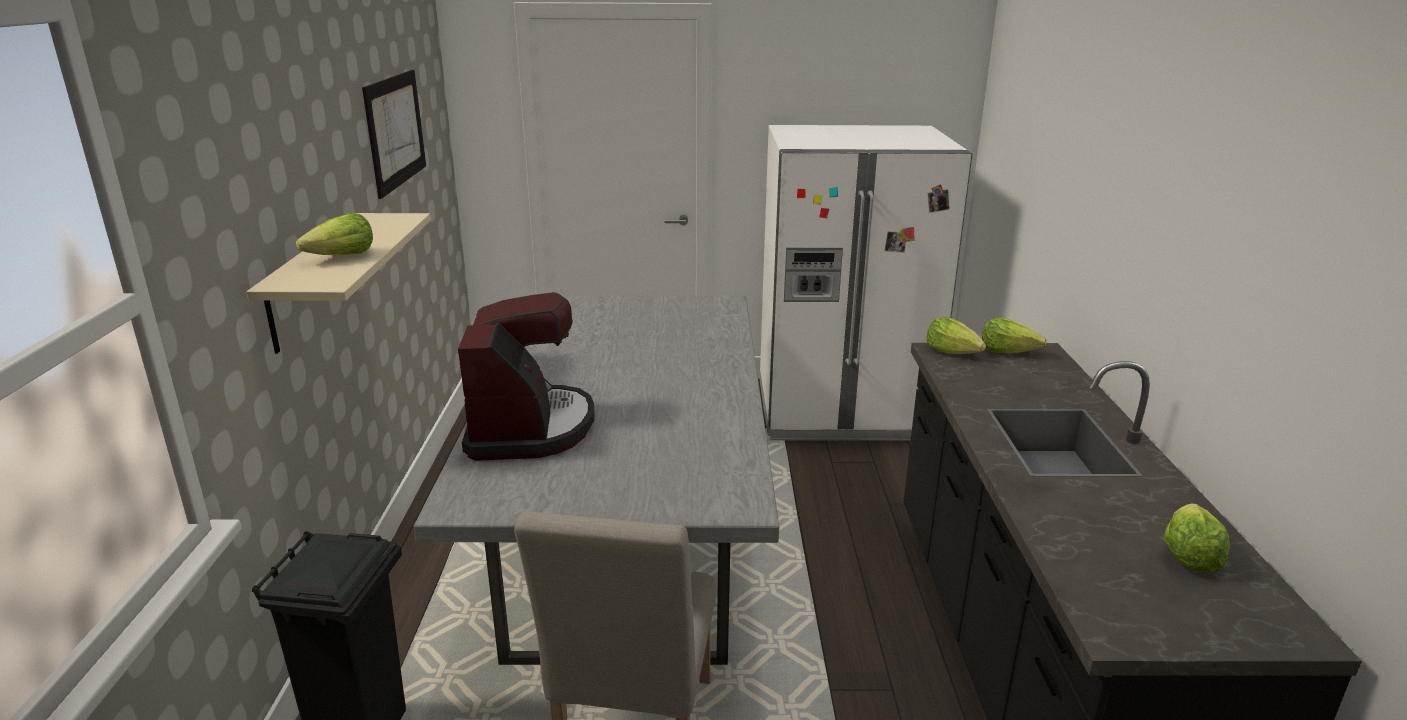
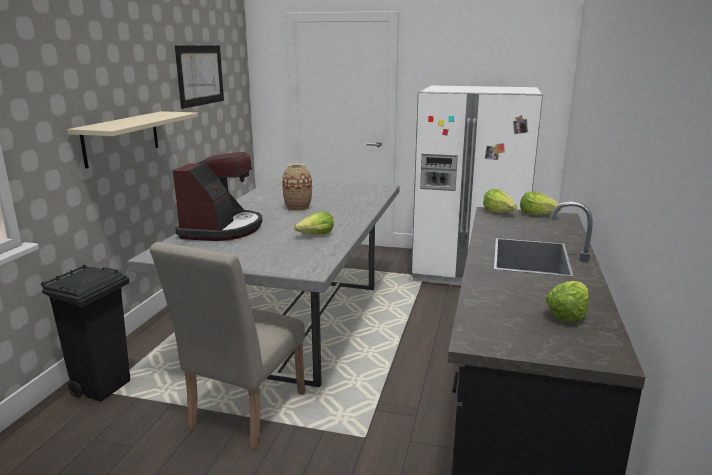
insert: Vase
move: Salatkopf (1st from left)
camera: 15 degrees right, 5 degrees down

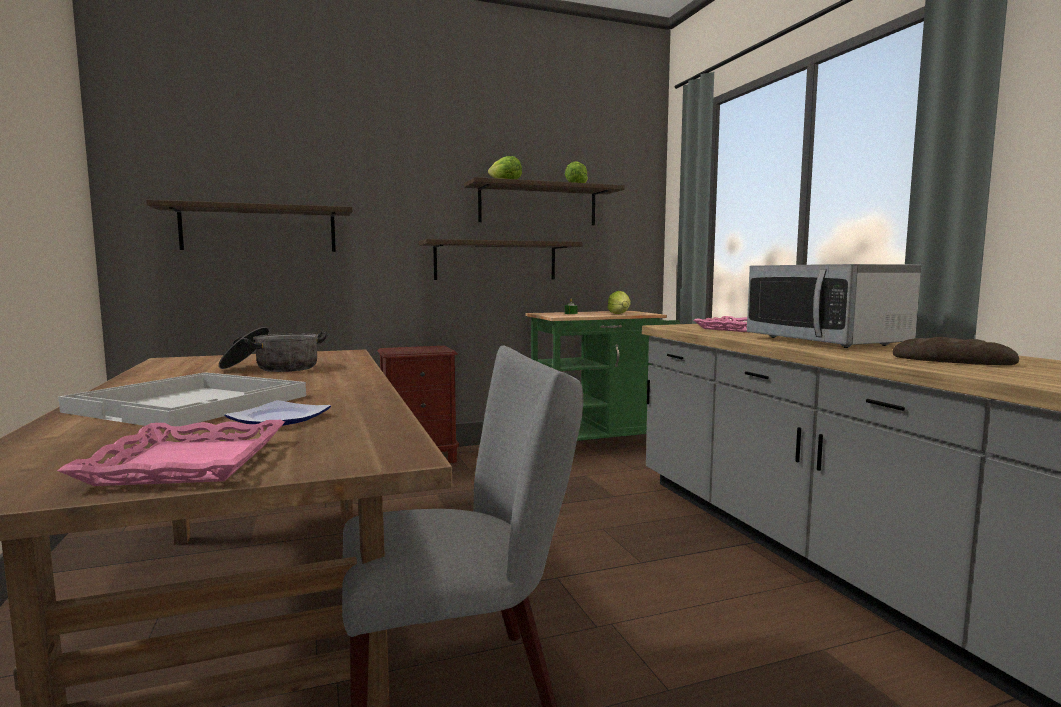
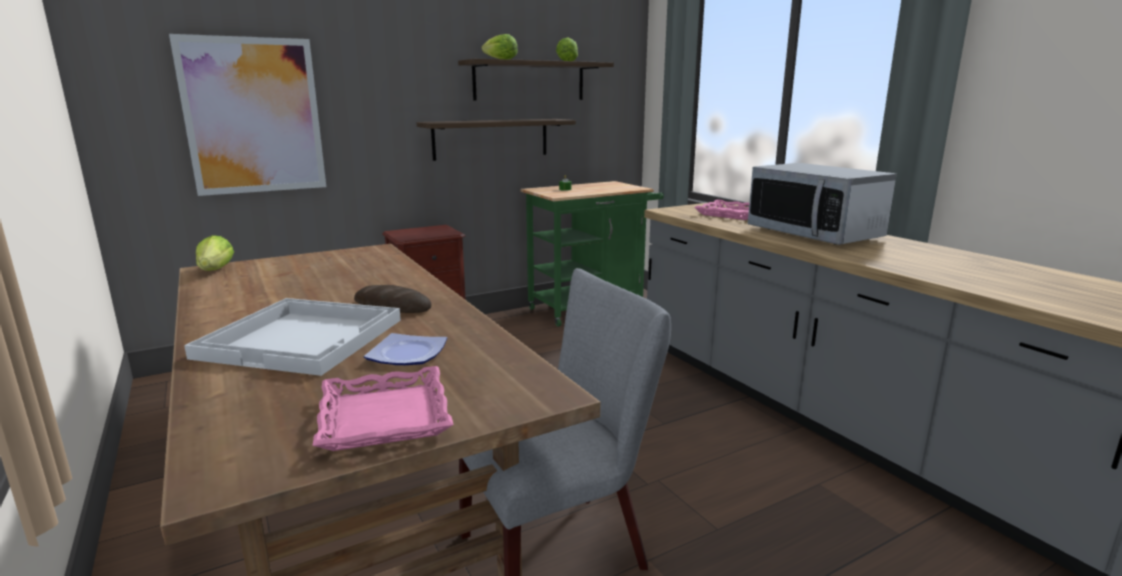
delete: Kochtopf
move: Salatkopf (3rd from left in the first image) to Salatkopf (1st from left); Brot
replace: Wandregal (1st from left) to Bild
camera: 10 degrees left, 10 degrees up

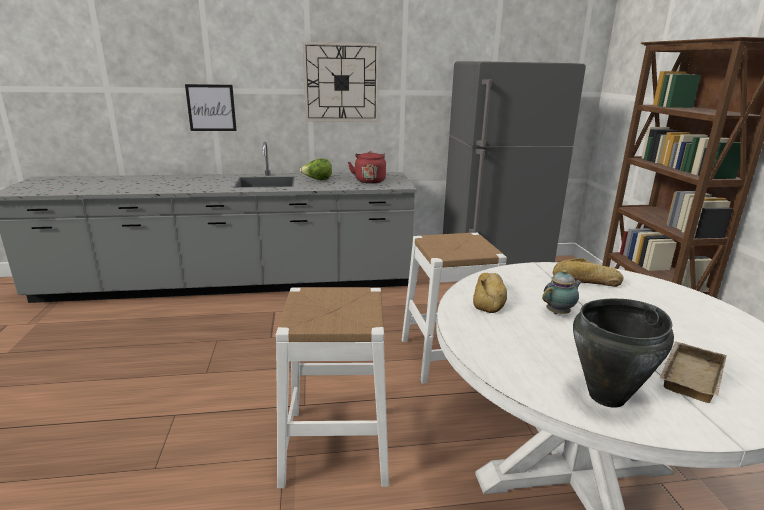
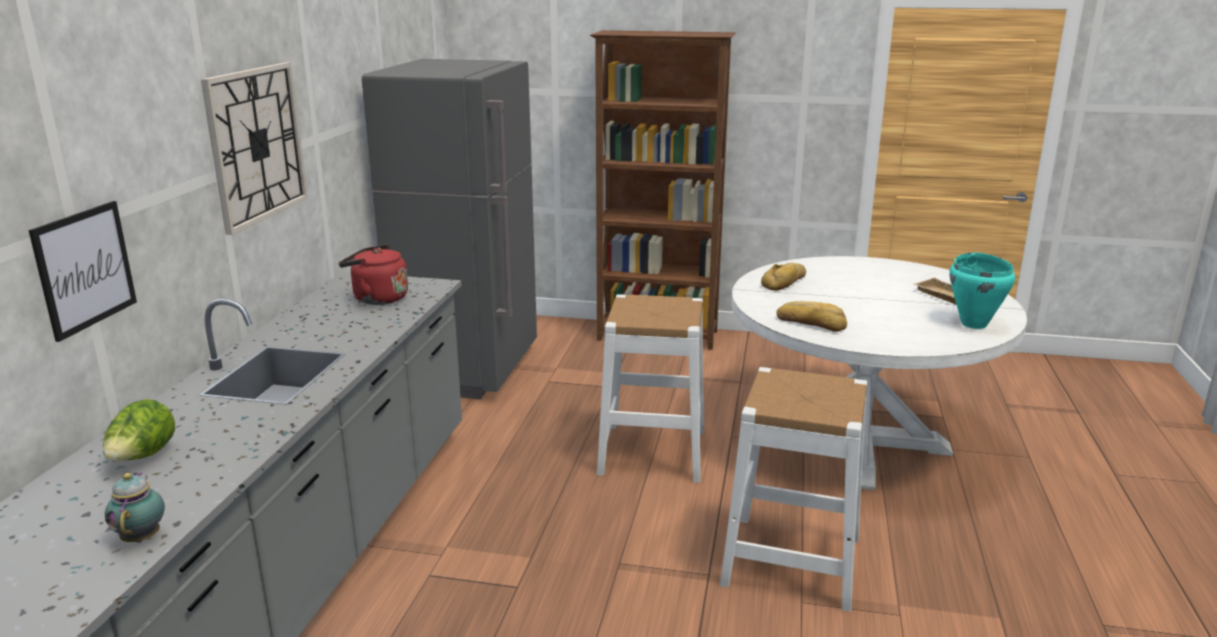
move: Salatkopf; Teekanne
recolor: Kochtopf (schwarz) to Kochtopf (türkis)
camera: 70 degrees left, 0 degrees up

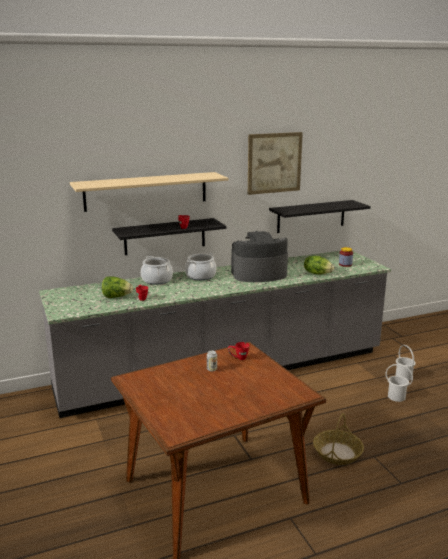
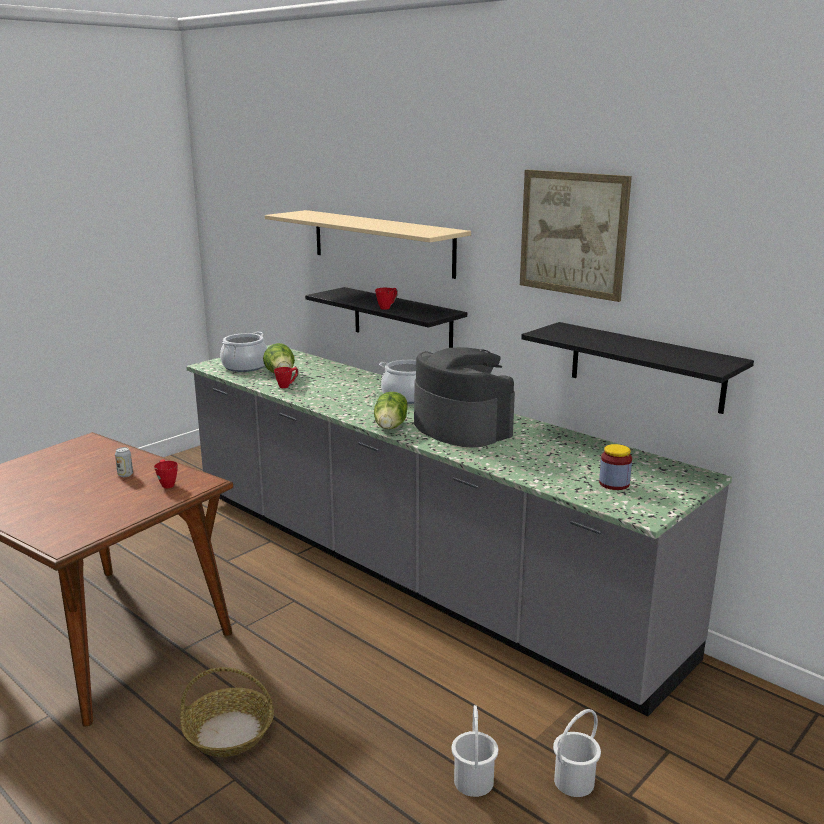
move: Kochtopf (1st from left); Salatkopf (2nd from left)
camera: 65 degrees right, 0 degrees up

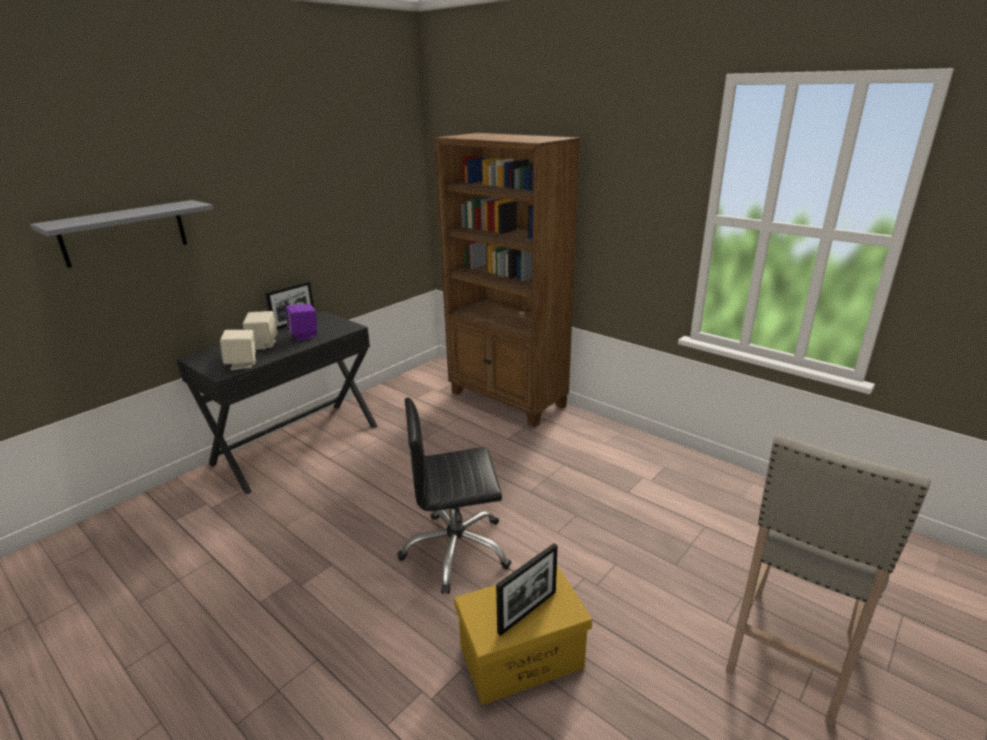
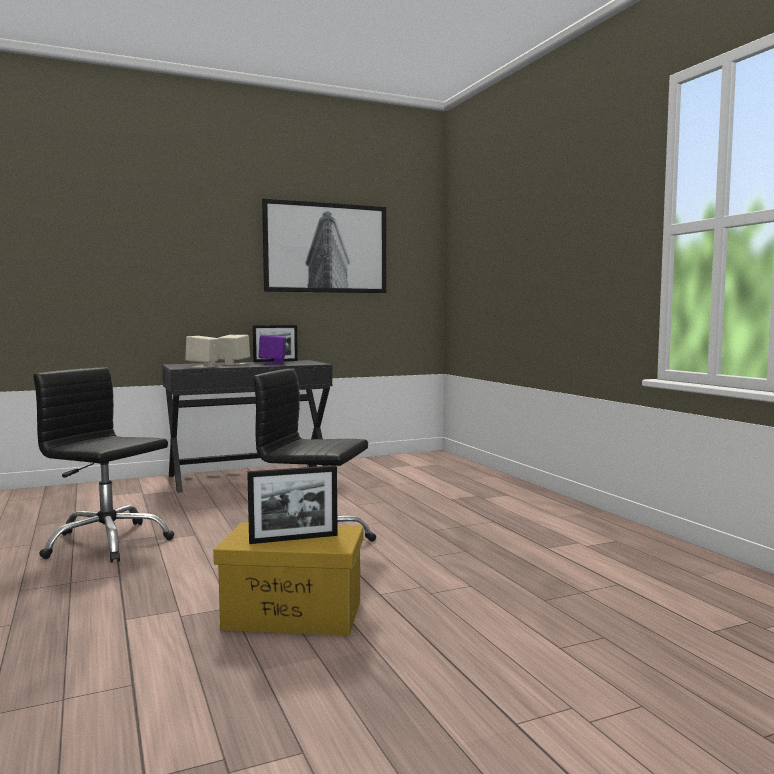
delete: Bücherregal (braun); Wandregal (grau); Hocker (beige)
insert: Bild; Bürostuhl (schwarz) (1st from left)
camera: 25 degrees right, 20 degrees down

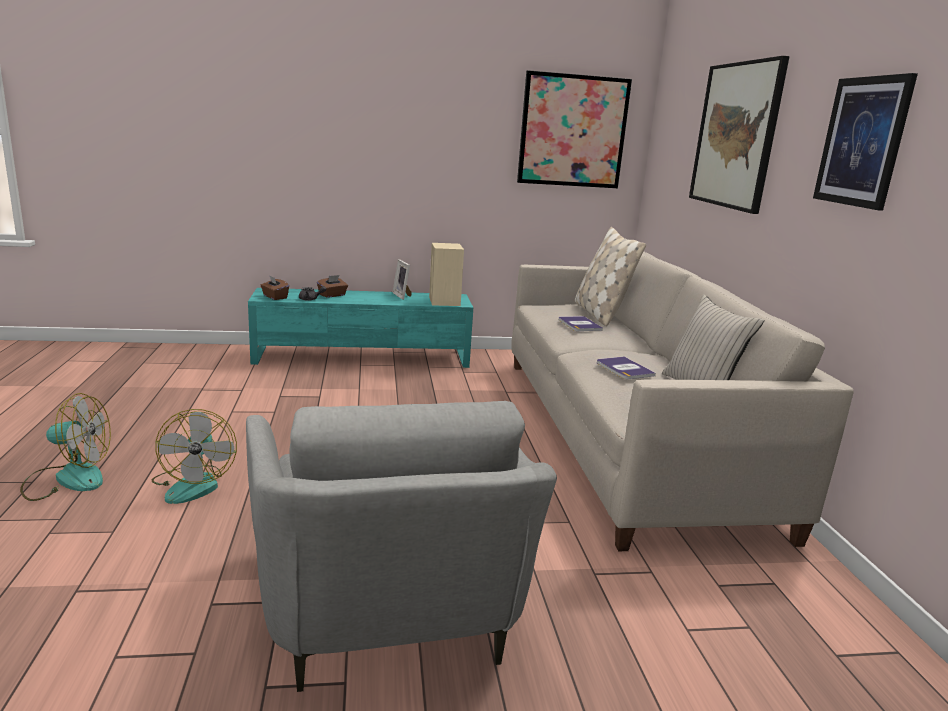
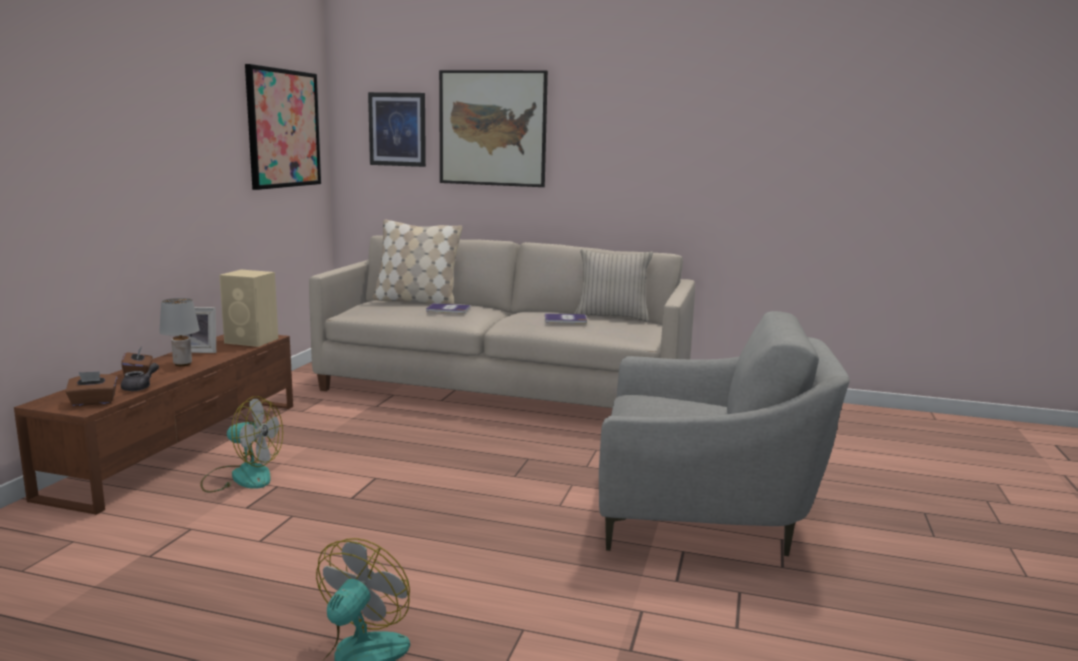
insert: Tischlampe (grau)
move: Bild (3rd from left in the first image) to Bild (2nd from left); Ventilator (2nd from left in the first image) to Ventilator (1st from left)
recolor: Fernsehschrank (türkis) to Fernsehschrank (braun)
camera: 65 degrees left, 5 degrees down

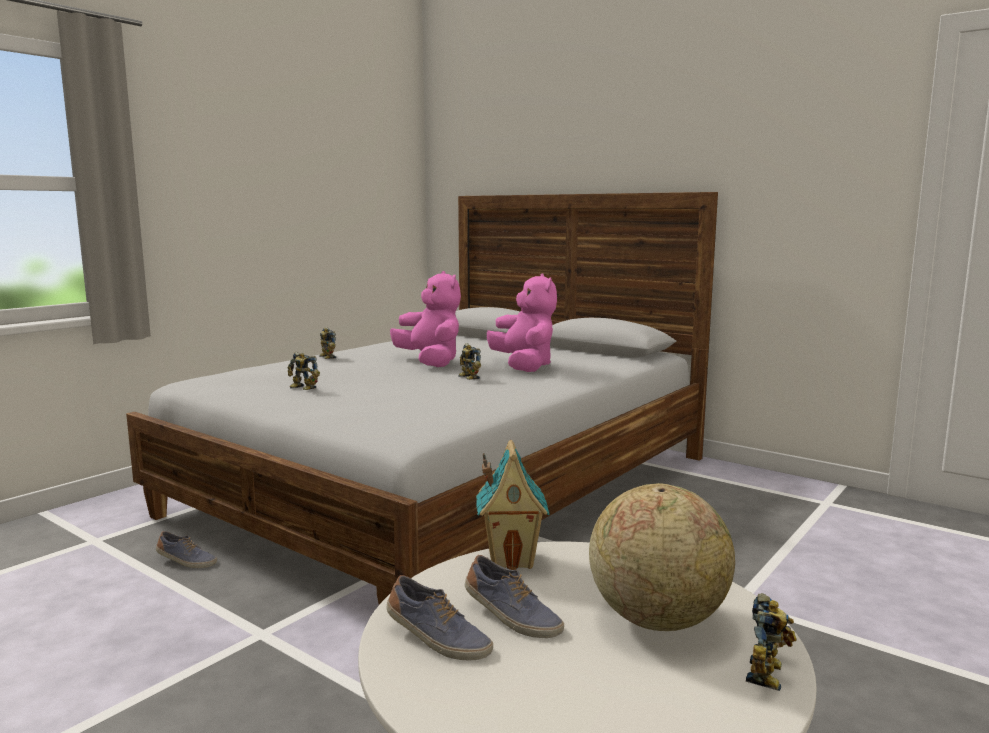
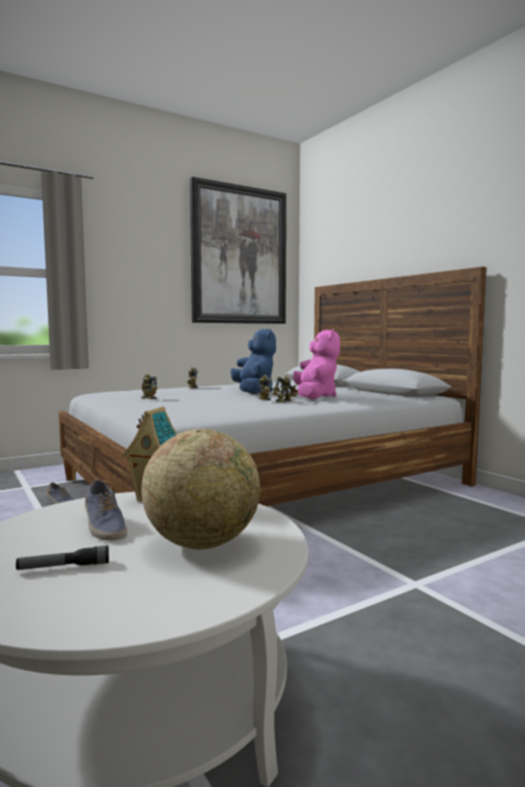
delete: Schuh (2nd from left)
insert: Bild; Taschenlampe
move: Spielzeugroboter (4th from left)
recolor: Plüschtier (rosa) (1st from left) to Plüschtier (blau)
camera: 20 degrees right, 5 degrees down

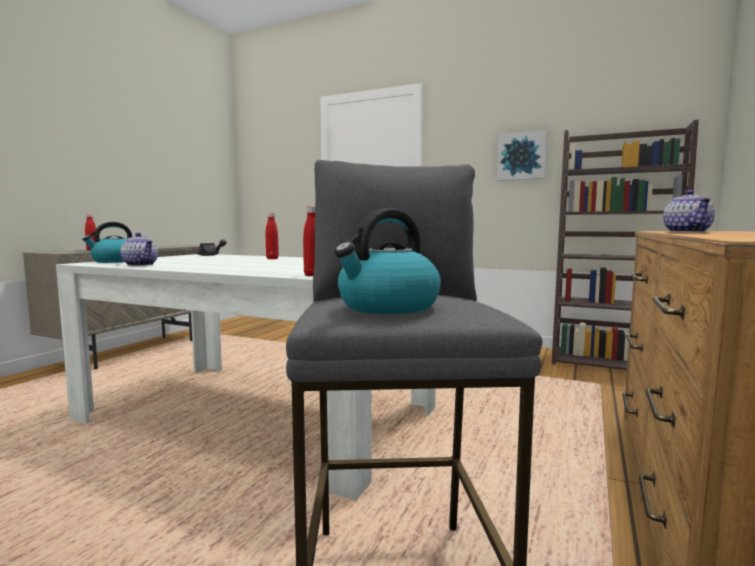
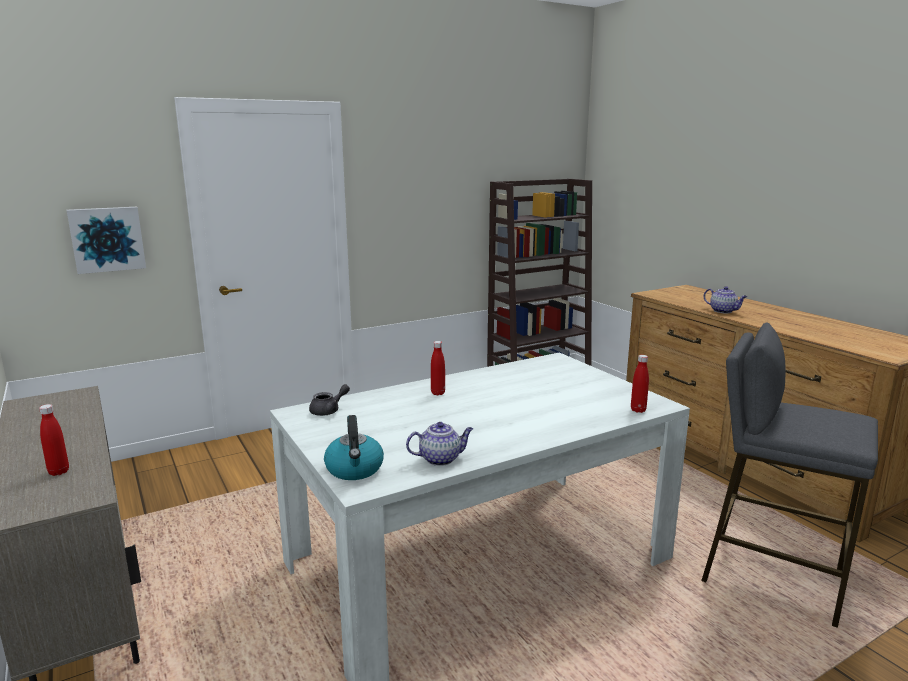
delete: Wasserkessel (2nd from left)
move: Bild
camera: 55 degrees left, 10 degrees up

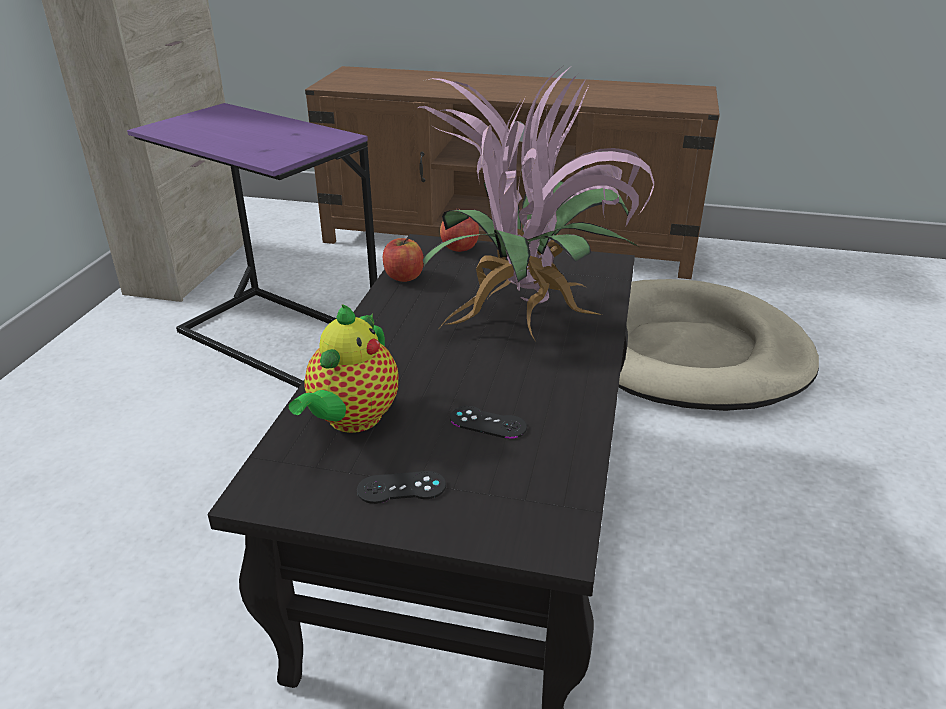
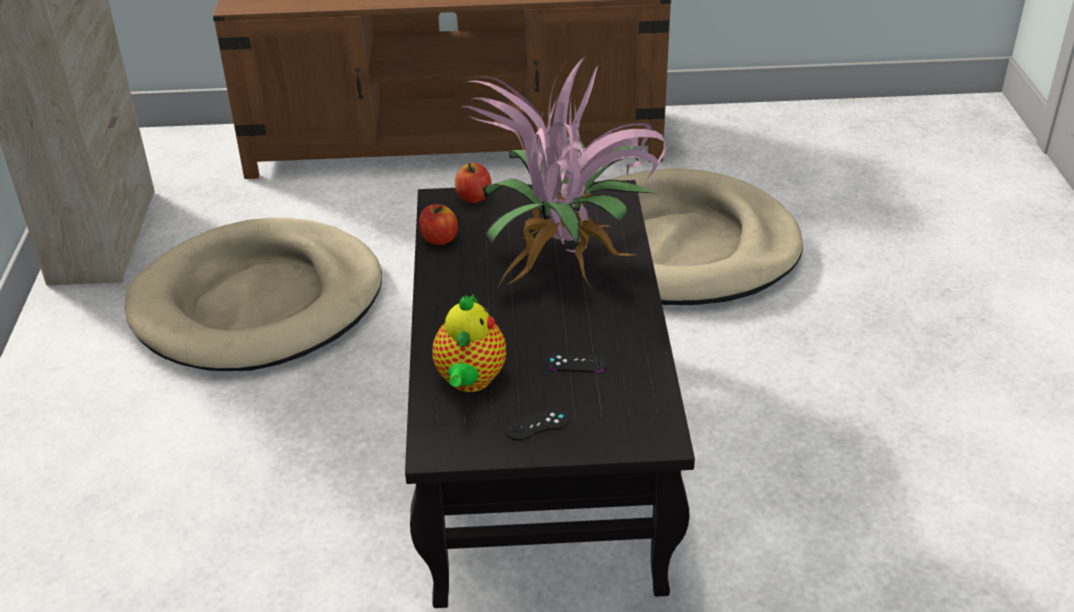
replace: Beistelltisch (lila) to Hundebett (beige) (1st from left)
camera: 15 degrees left, 5 degrees up

